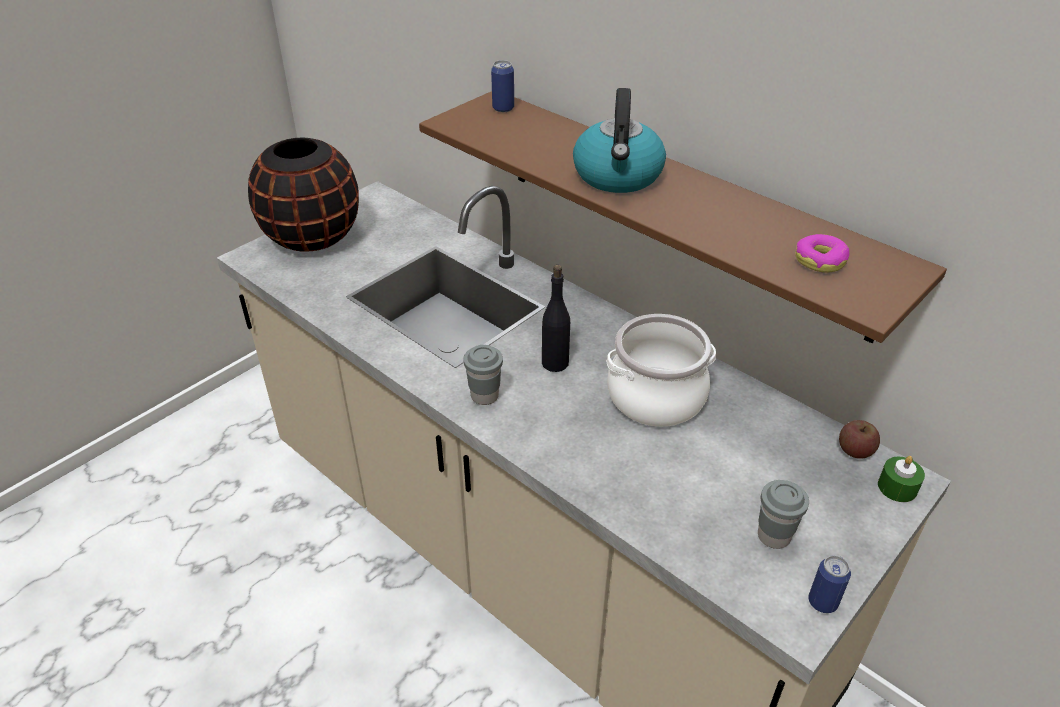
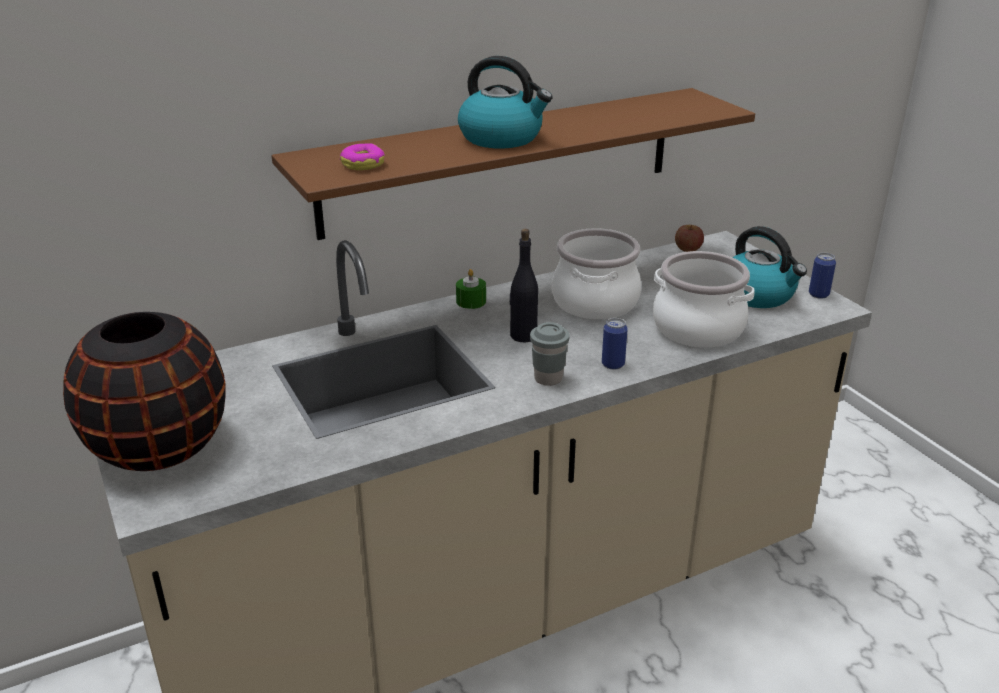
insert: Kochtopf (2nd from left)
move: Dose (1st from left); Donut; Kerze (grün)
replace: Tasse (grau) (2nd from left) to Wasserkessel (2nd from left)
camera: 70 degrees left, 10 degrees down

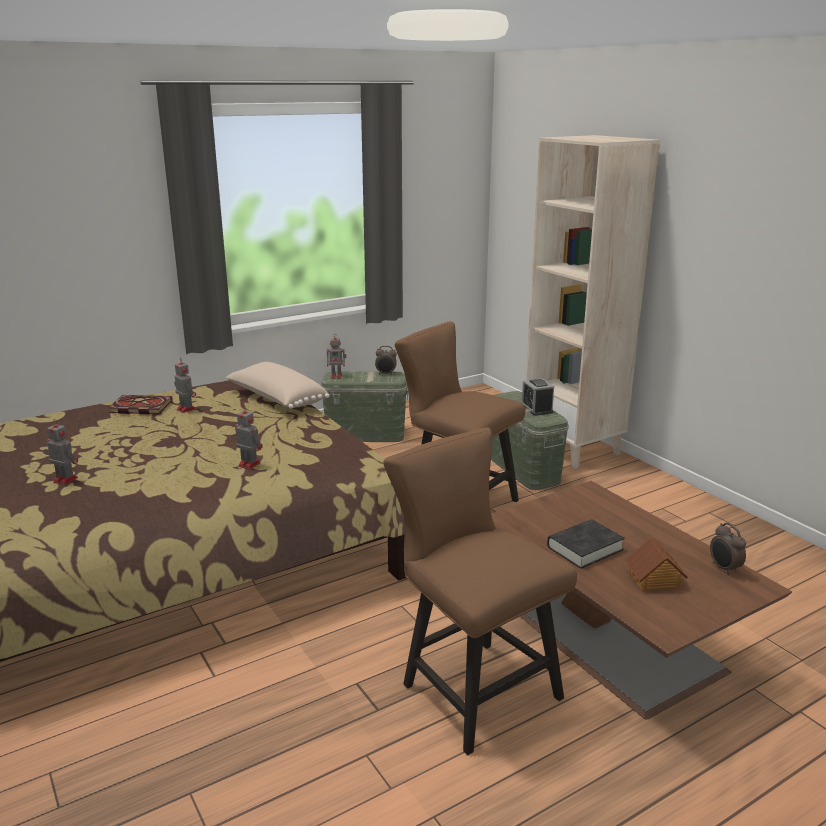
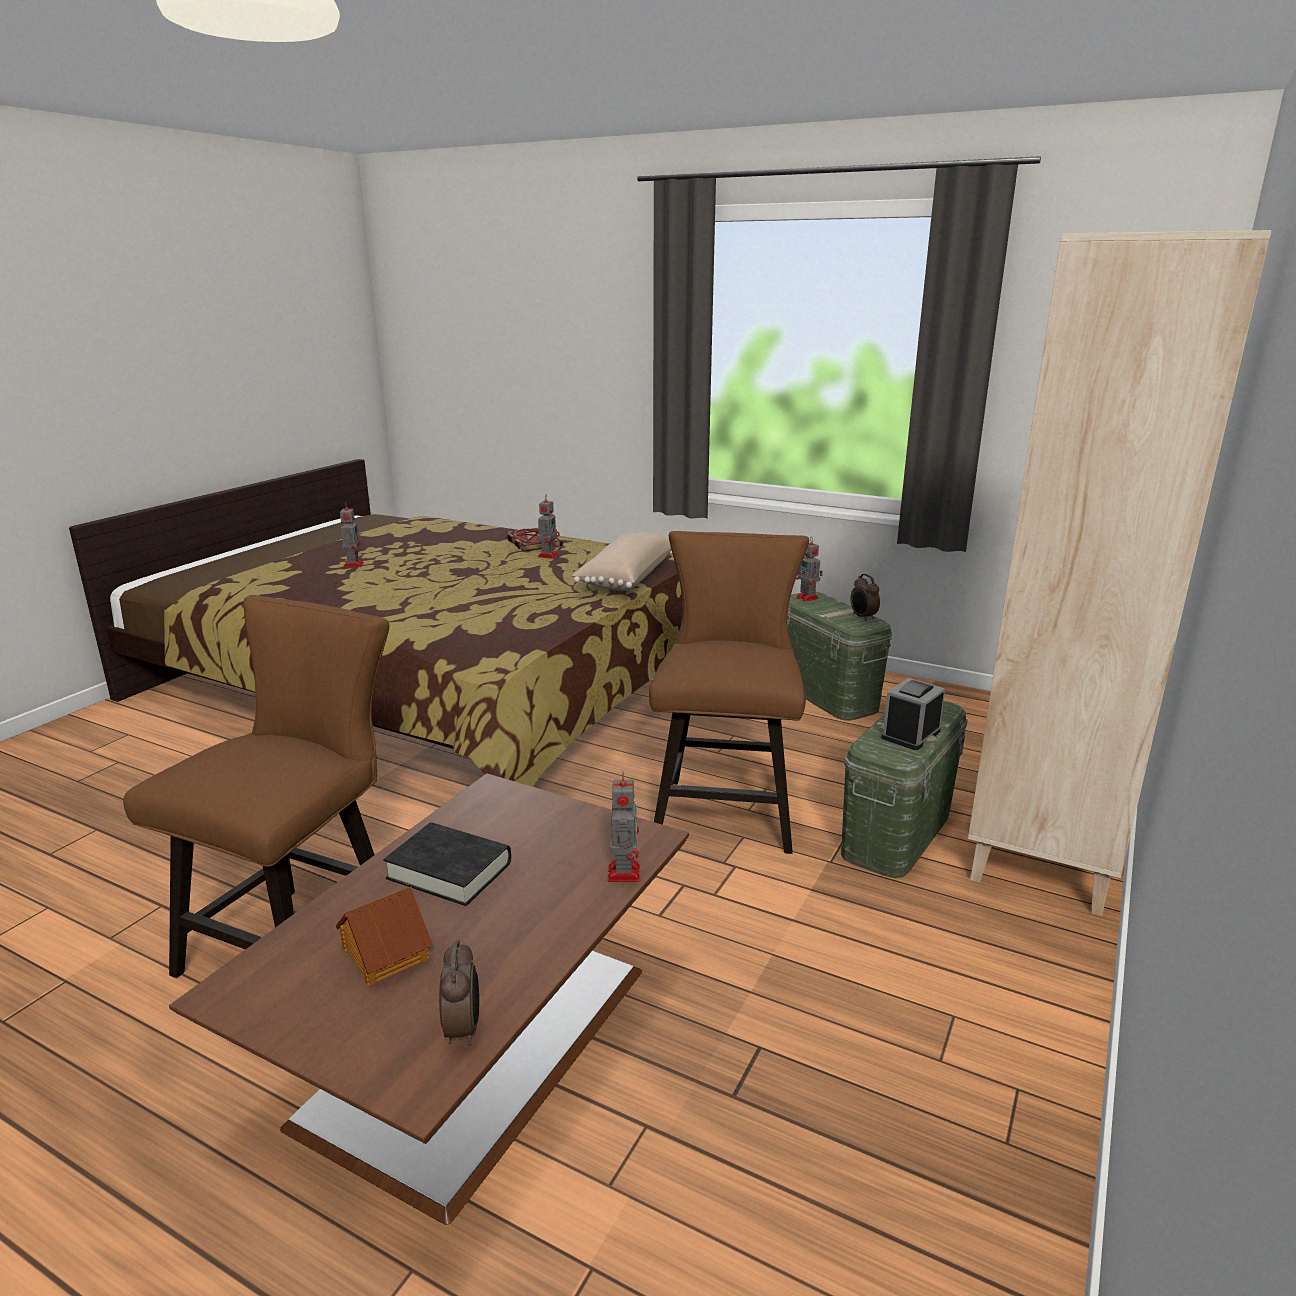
move: Spielzeugroboter (3rd from left)
rotate: Wecker (3rd from left in the first image) 135 degrees clockwise
camera: 60 degrees right, 0 degrees up

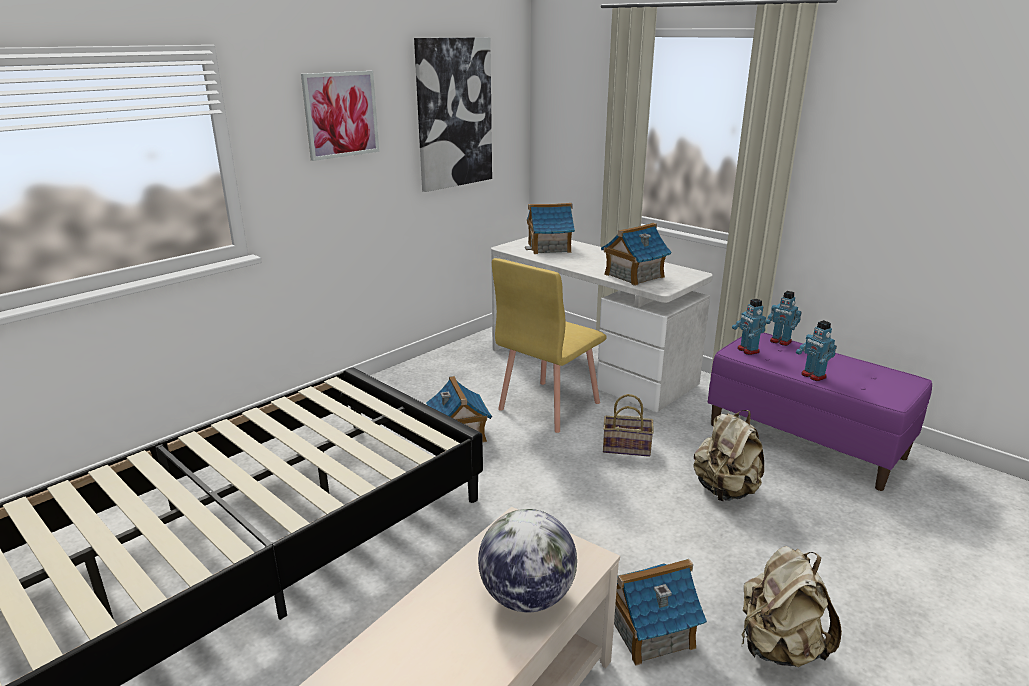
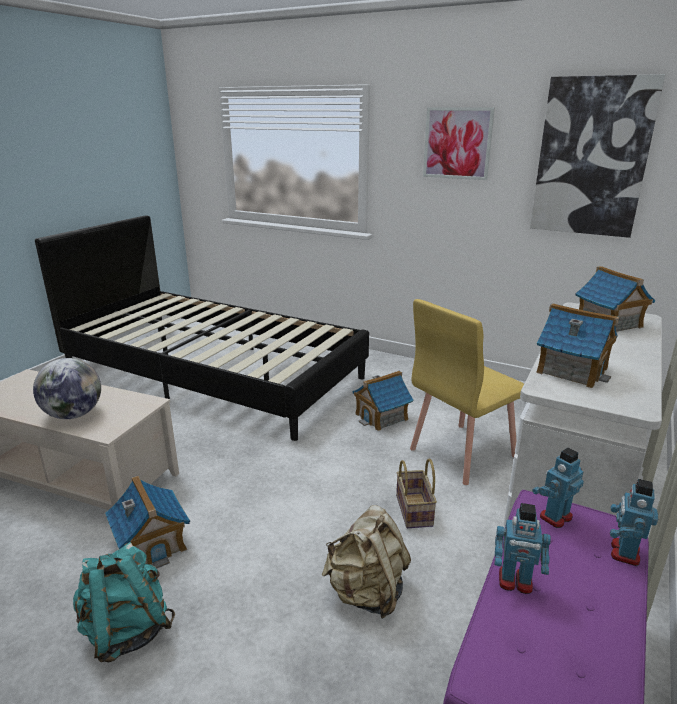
recolor: Rucksack (beige) (2nd from left) to Rucksack (türkis)
rotate: Stuhl (gelb) 60 degrees counterclockwise; Spielzeugroboter (3rd from left in the first image) 120 degrees counterclockwise
camera: 75 degrees right, 0 degrees up

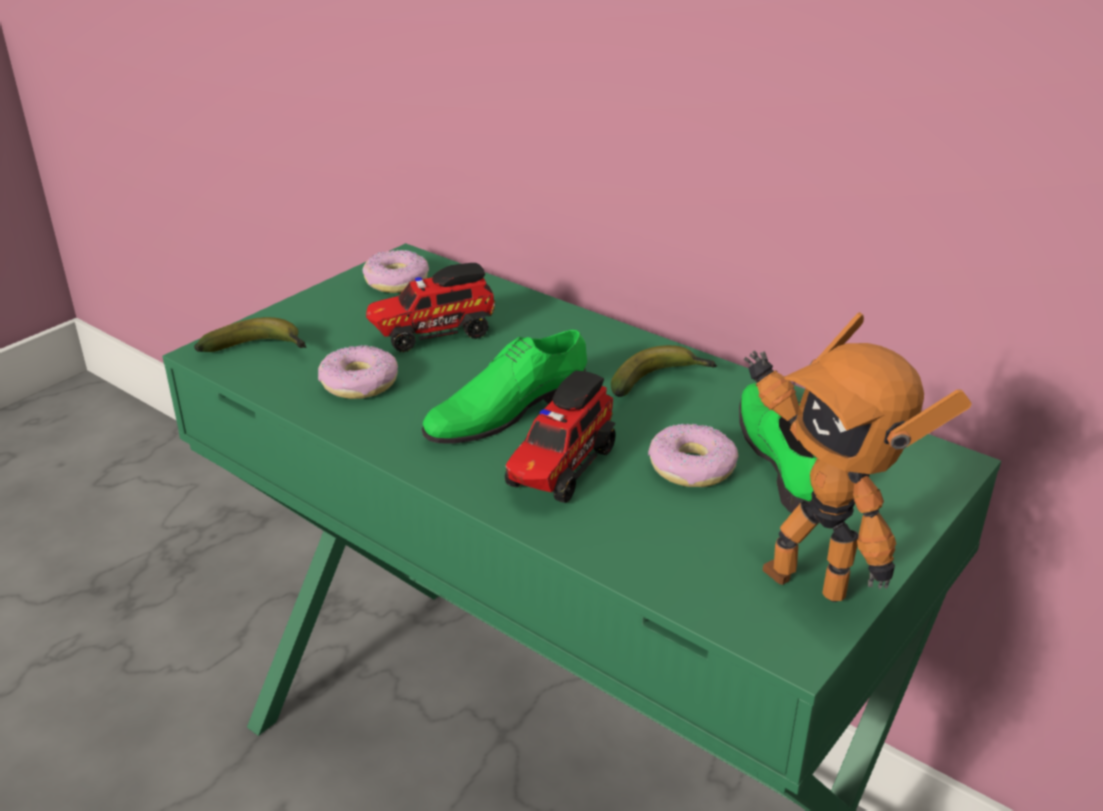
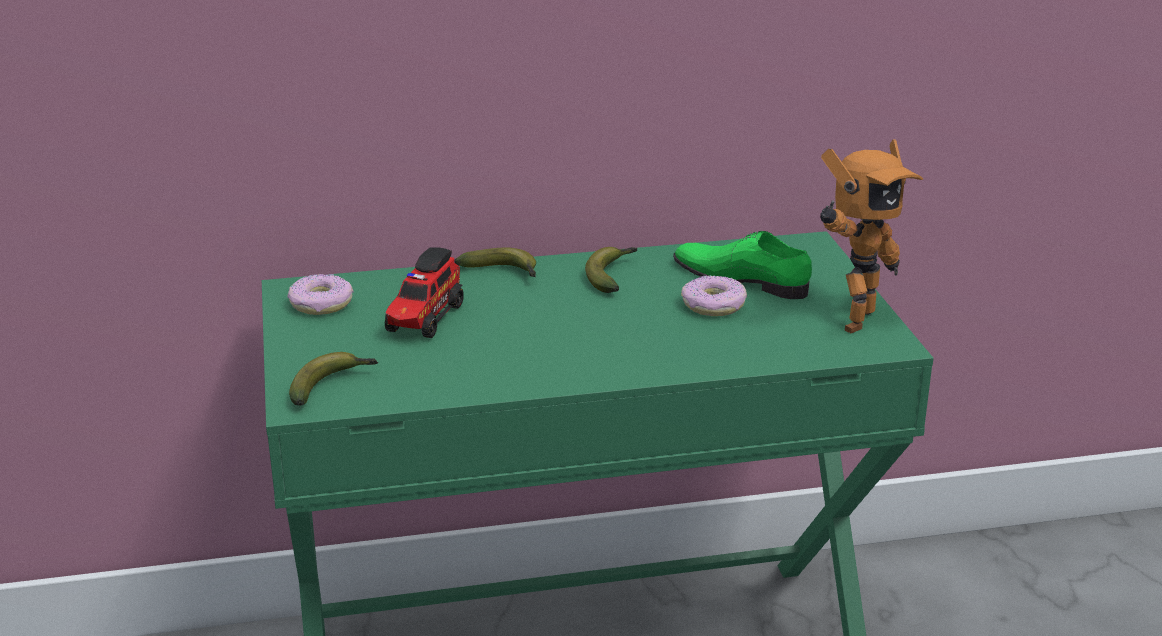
delete: Schuh (grün) (1st from left); Donut (1st from left); Spielzeuglaster (2nd from left)
insert: Banane (2nd from left)
rotate: Spielzeugroboter 45 degrees counterclockwise
camera: 50 degrees left, 5 degrees down

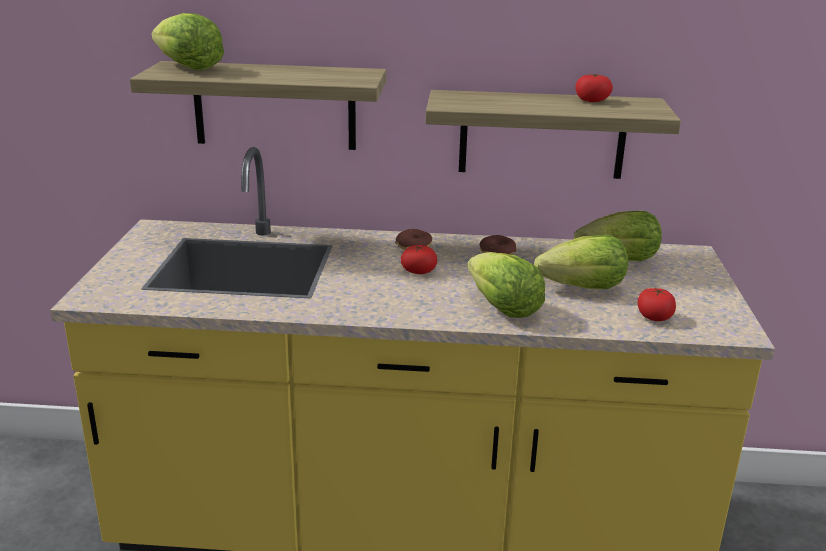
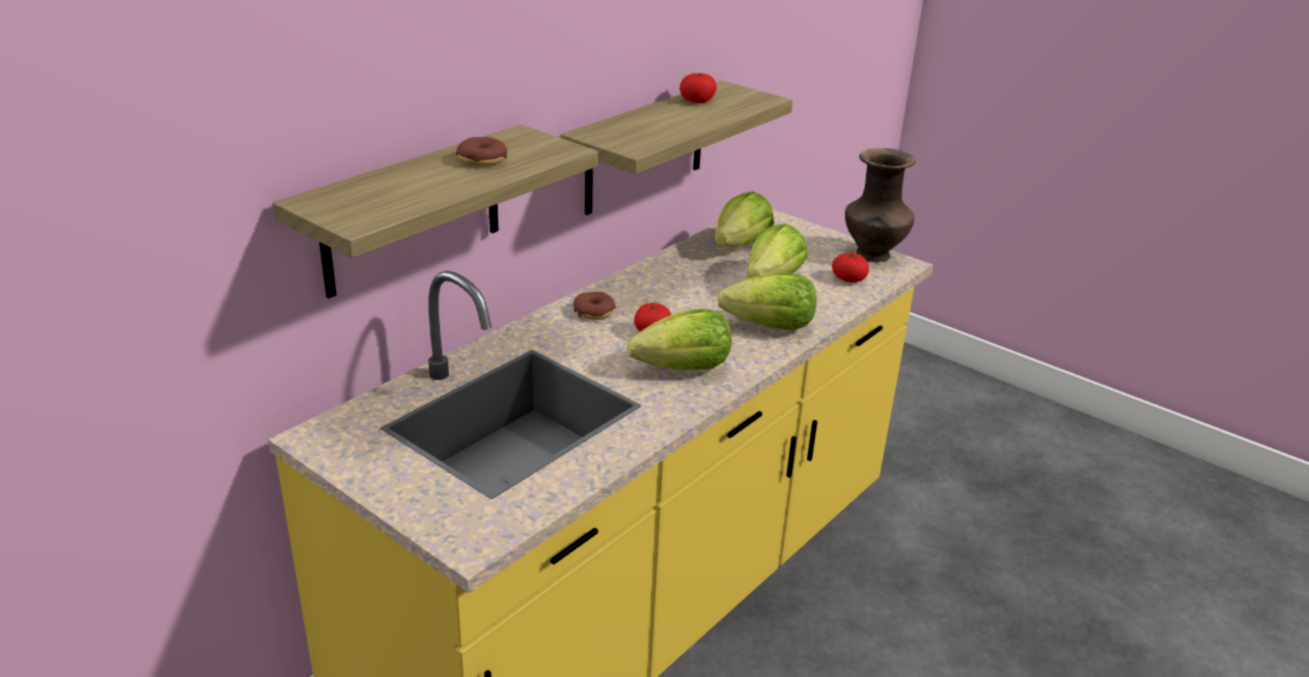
insert: Vase (braun)
move: Salatkopf (1st from left); Donut (2nd from left in the first image) to Donut (1st from left)
camera: 55 degrees left, 5 degrees up

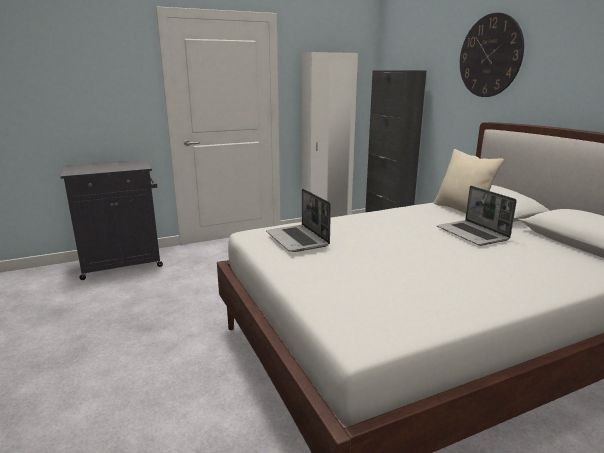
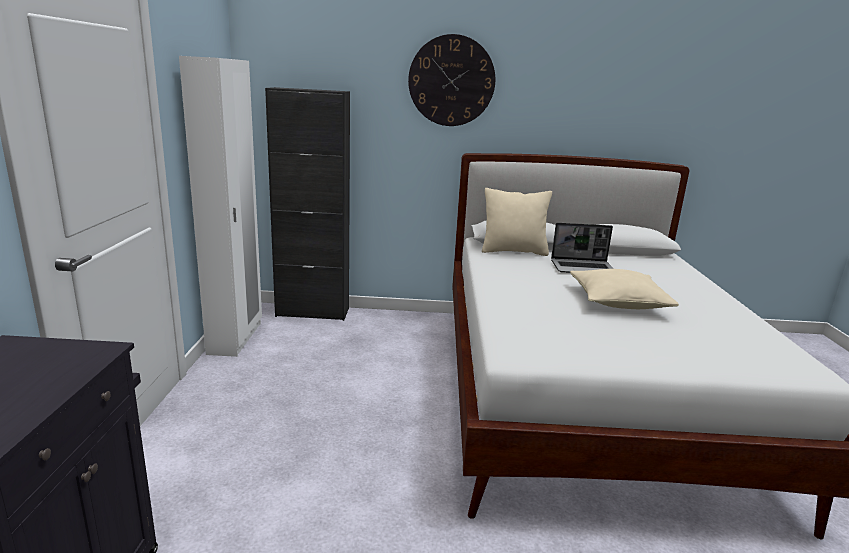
delete: Laptop (1st from left)
insert: Kissen (beige) (2nd from left)
camera: 65 degrees left, 0 degrees up

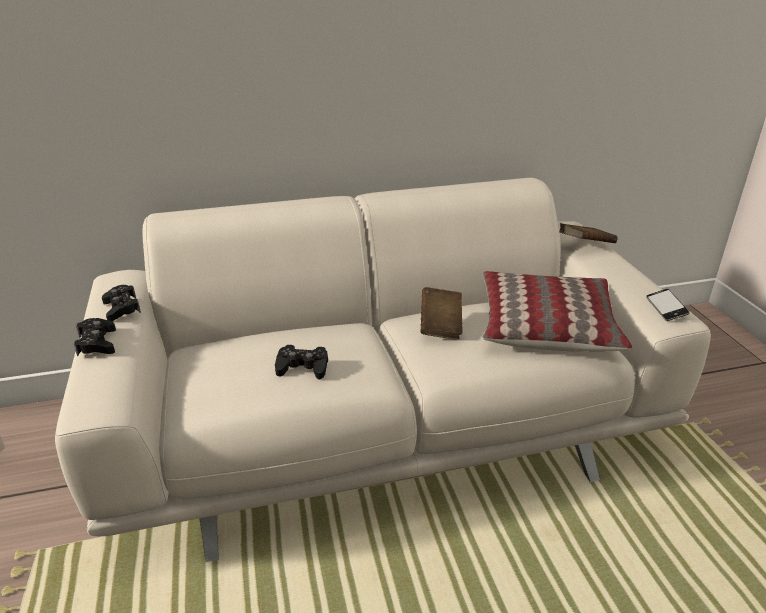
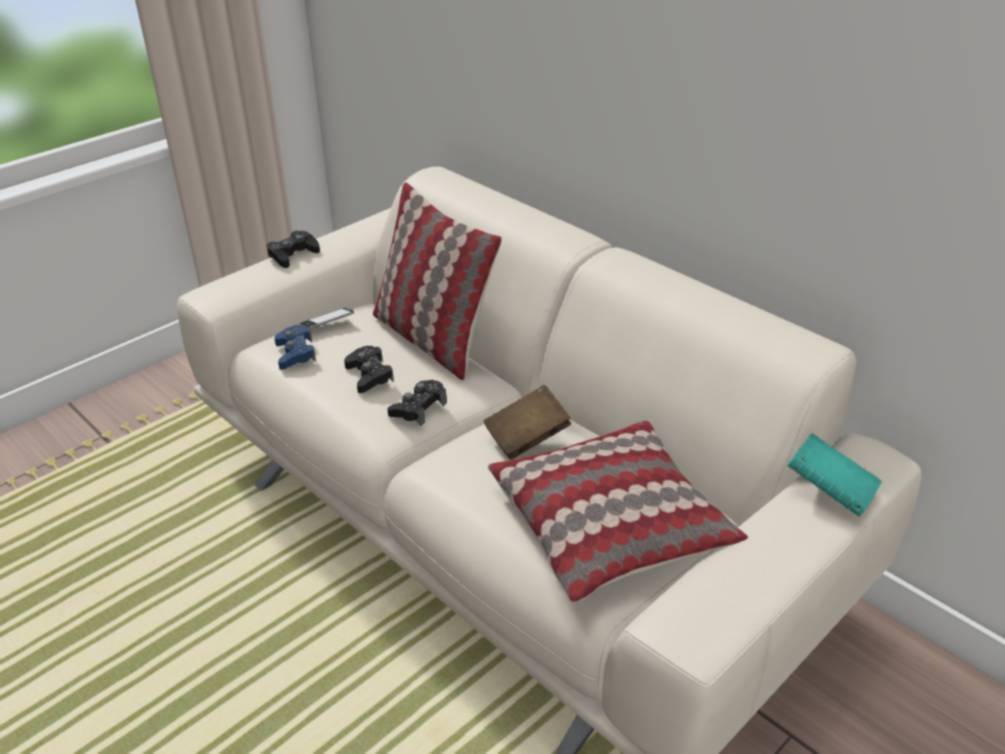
insert: Kissen (1st from left); Gamepad (blau)
move: Gamepad (schwarz) (2nd from left in the first image) to Gamepad (schwarz) (3rd from left); Handy
recolor: Buch (braun) (2nd from left) to Buch (türkis)
camera: 60 degrees right, 5 degrees up

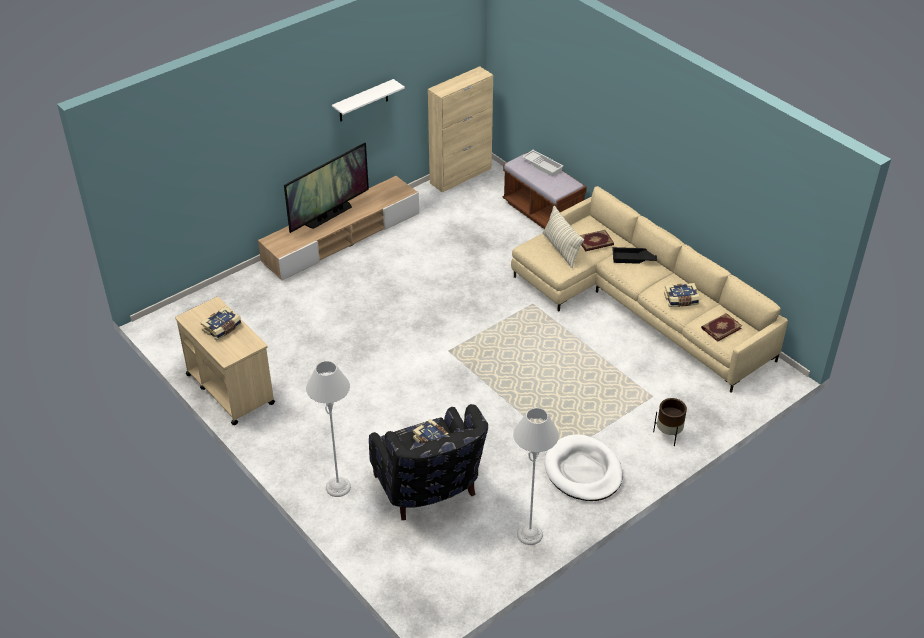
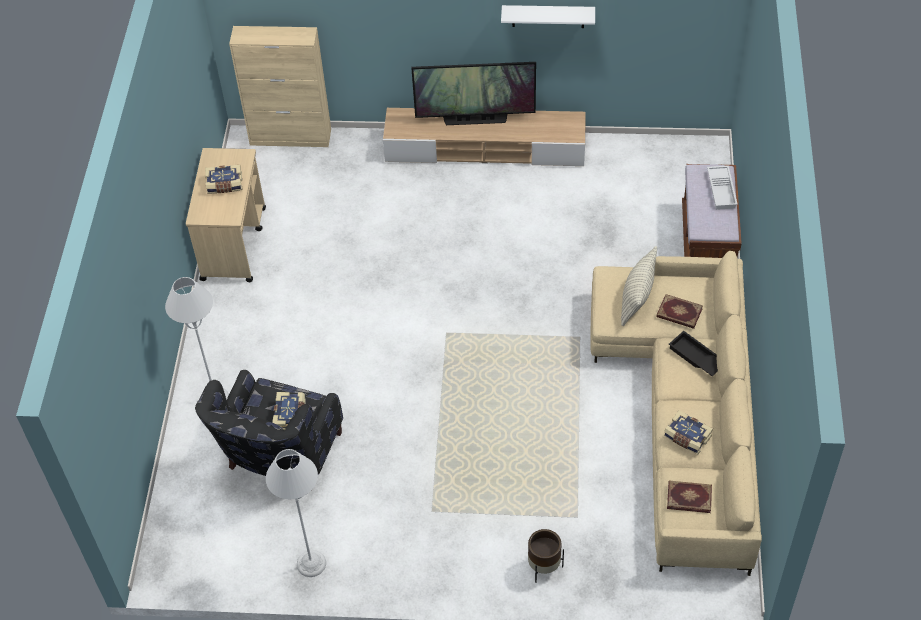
delete: Hundebett (weiß)
move: Schrank (beige)
camera: 45 degrees right, 10 degrees up

